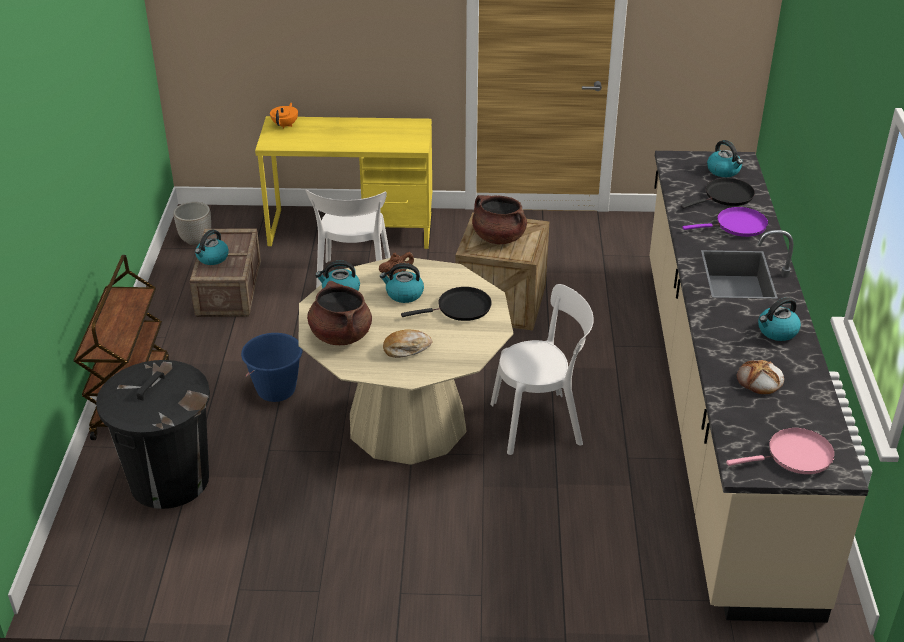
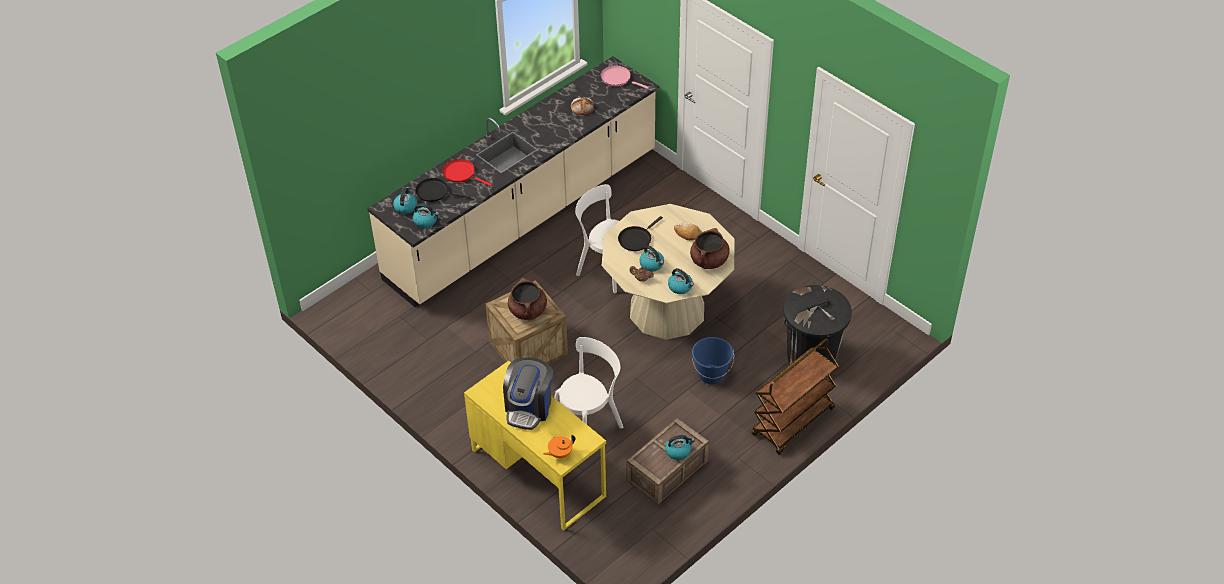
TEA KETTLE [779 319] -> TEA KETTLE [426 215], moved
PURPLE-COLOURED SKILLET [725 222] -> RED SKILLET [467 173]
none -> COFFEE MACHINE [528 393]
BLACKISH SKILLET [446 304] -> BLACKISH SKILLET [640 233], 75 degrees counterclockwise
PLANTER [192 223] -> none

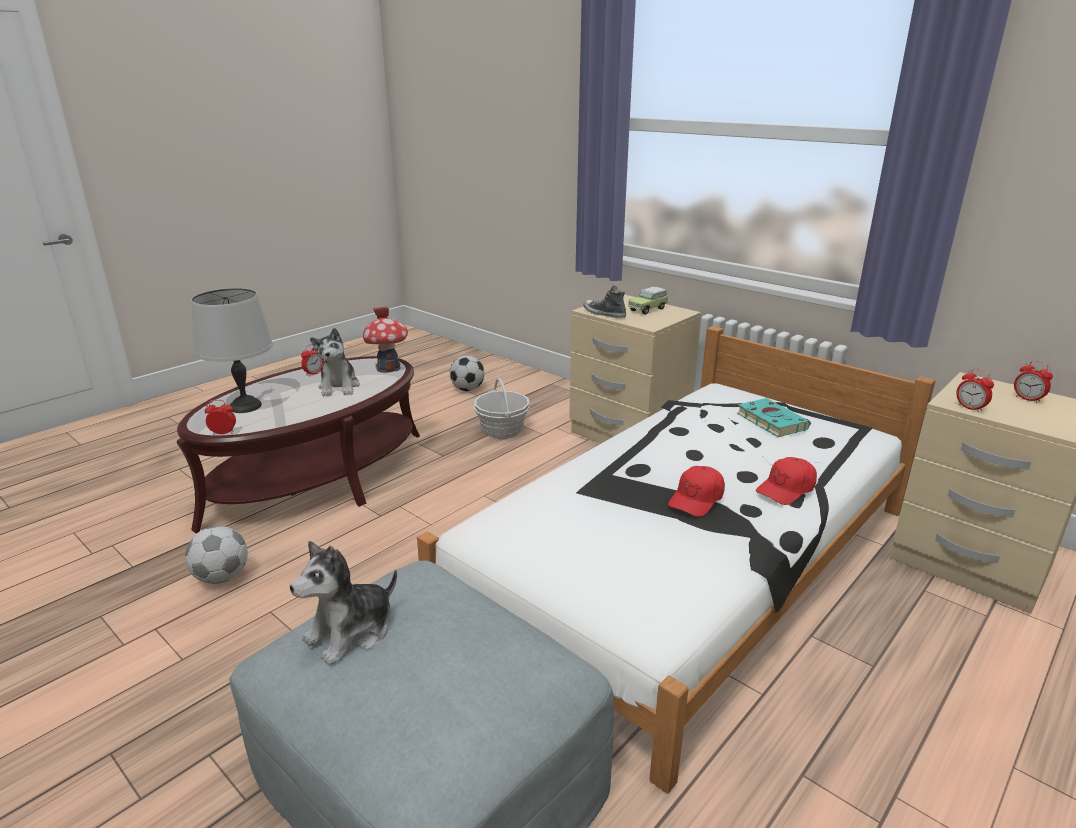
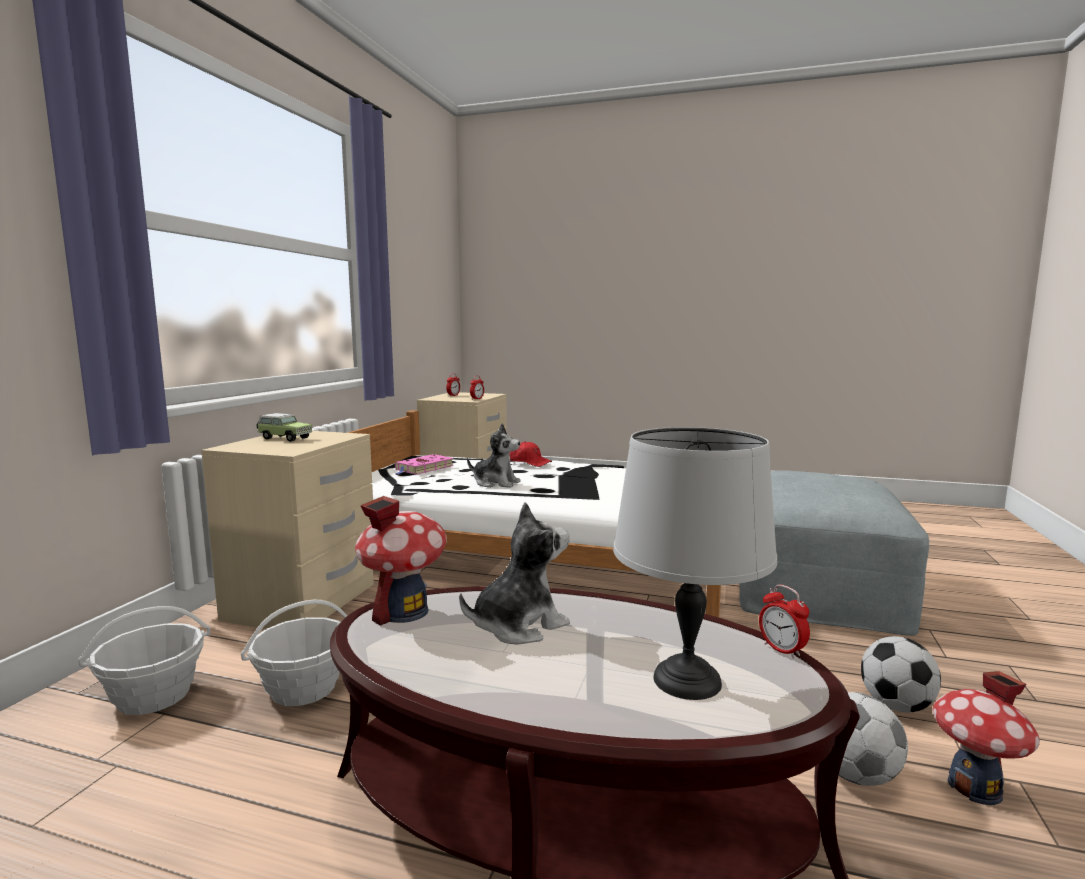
none -> BASKET [144 660]
TURQUOISE BOOK [773 417] -> PINKISH BOOK [424 464]
CUDDLY TOY [343 603] -> CUDDLY TOY [494 455], moved
BALL FOR FOOTBALL [467 373] -> BALL FOR FOOTBALL [901 674], moved
none -> TOY HOUSE [986 738]
ALARM CLOCK [312 360] -> none
SHOE [605 302] -> none
RED PEAKED CAP [696 491] -> none

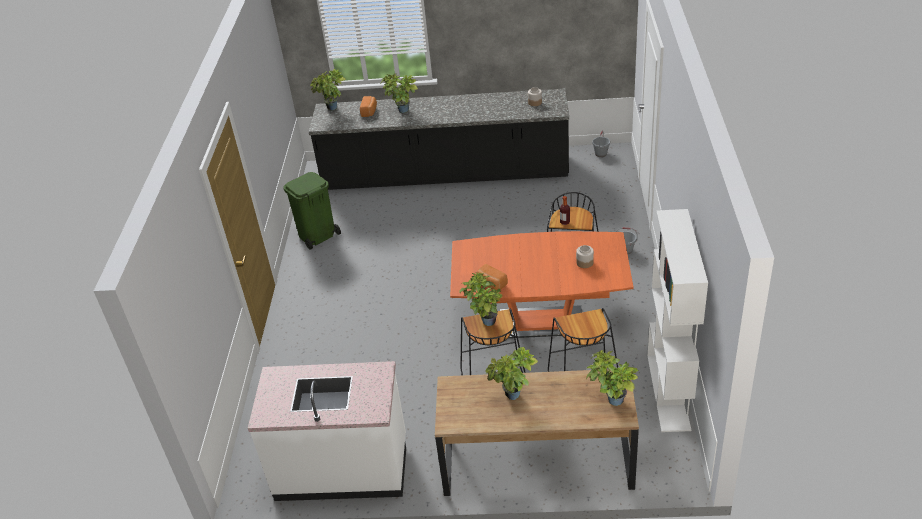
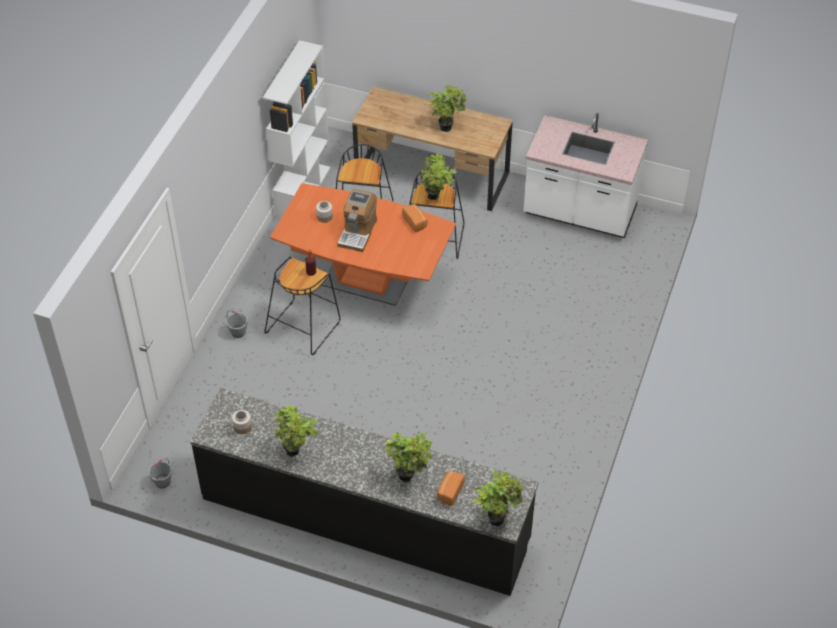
HOUSEPLANT [612 378] -> HOUSEPLANT [295 431], moved
none -> COFFEE MACHINE [357 220]
GREEN WASTE BIN [312 211] -> none

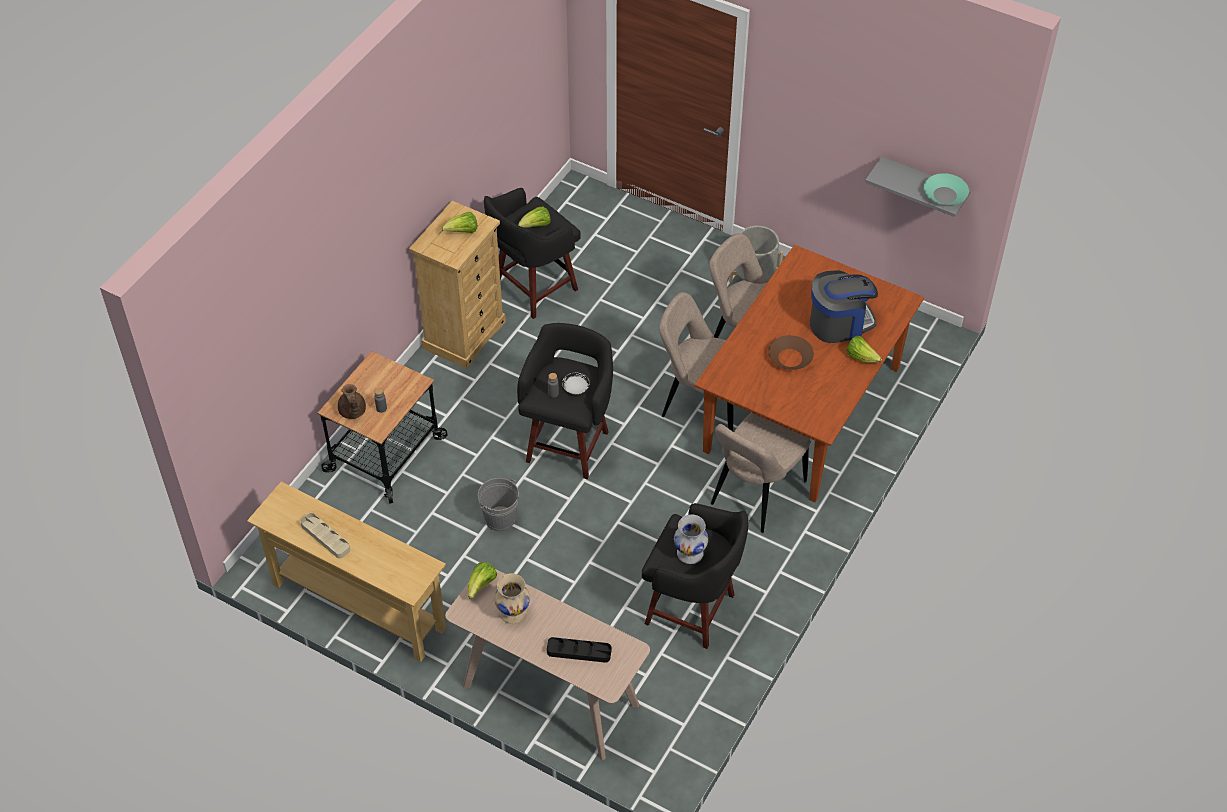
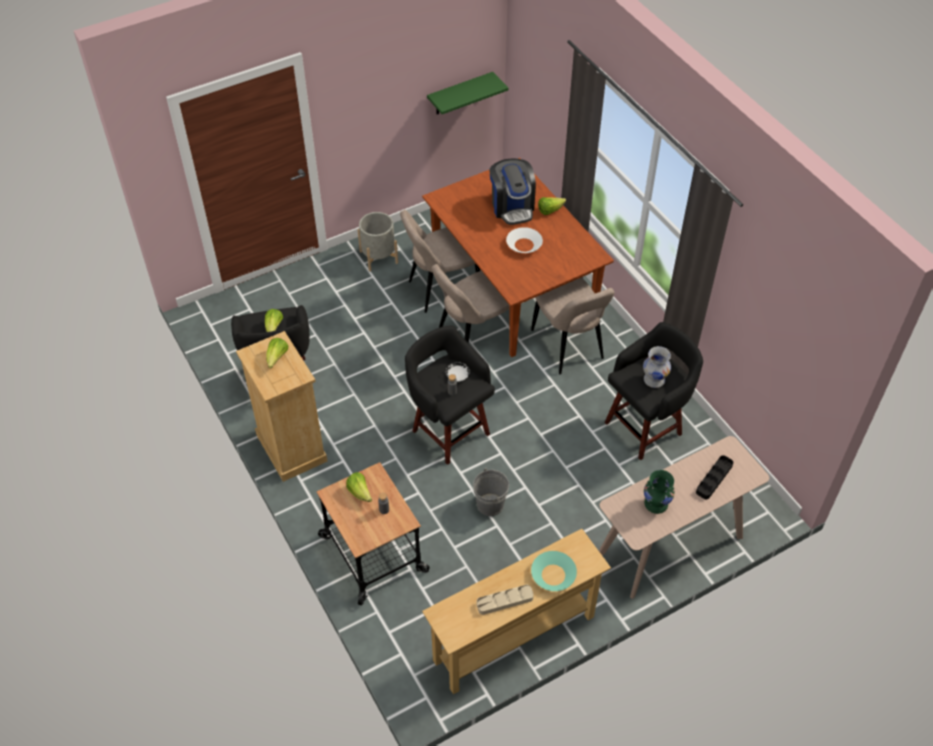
LETTUCE HEAD [482 580] -> LETTUCE HEAD [359 487], moved
GREYISH WALL SHELF [918 187] -> GREEN WALL SHELF [467 93]
COFFEE MACHINE [844 307] -> COFFEE MACHINE [512 191], 150 degrees clockwise
BROWNISH BOWL [791 352] -> WHITE BOWL [524 240]
TURQUOISE BOWL [946 189] -> TURQUOISE BOWL [554 571], moved
SAND-COLOURED VASE [512 598] -> GREEN VASE [659 492]
BROWNISH TEA POT [352 401] -> none

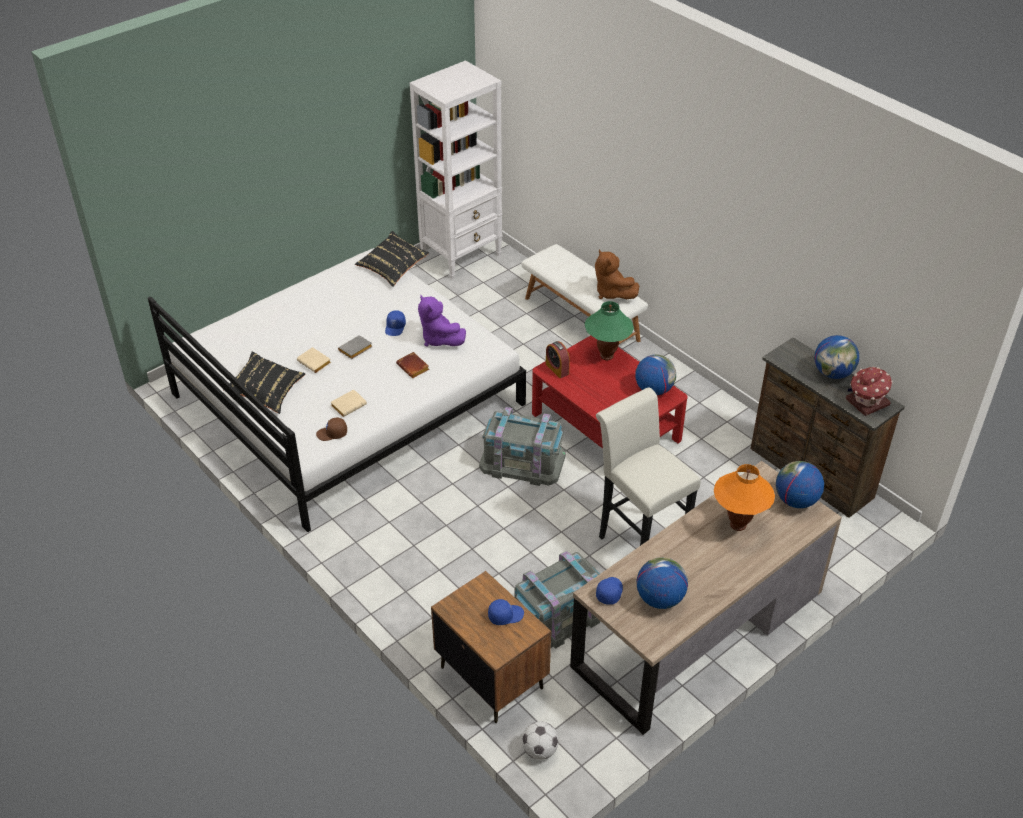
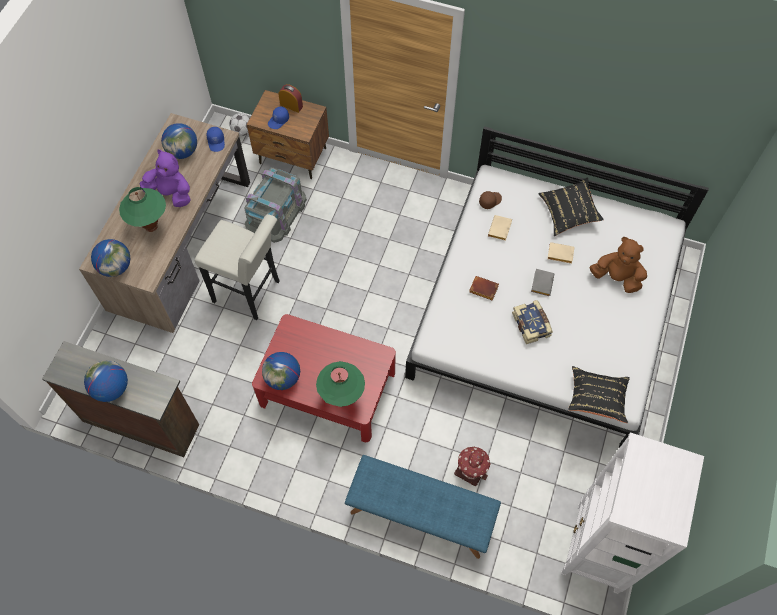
ORANGE LAMP FOR A TABLE [744 497] -> GREEN LAMP FOR A TABLE [142 209]
PURPLE-COLOURED CUDDLY TOY [442 321] -> PURPLE-COLOURED CUDDLY TOY [165 178], moved
ALARM CLOCK [558 359] -> ALARM CLOCK [291 98], moved
WHITE INDOOR BENCH [585 294] -> BLUE-COLOURED INDOOR BENCH [423 507]
TOY HOUSE [869 391] -> TOY HOUSE [472 466], moved
BLUE-COLOURED PEAKED CAP [395 323] -> BOOK [532 322]
BROWNISH CUDDLY TOY [617 274] -> BROWNISH CUDDLY TOY [618 265], moved
GREYISH STORAGE BOX [522 446] -> none

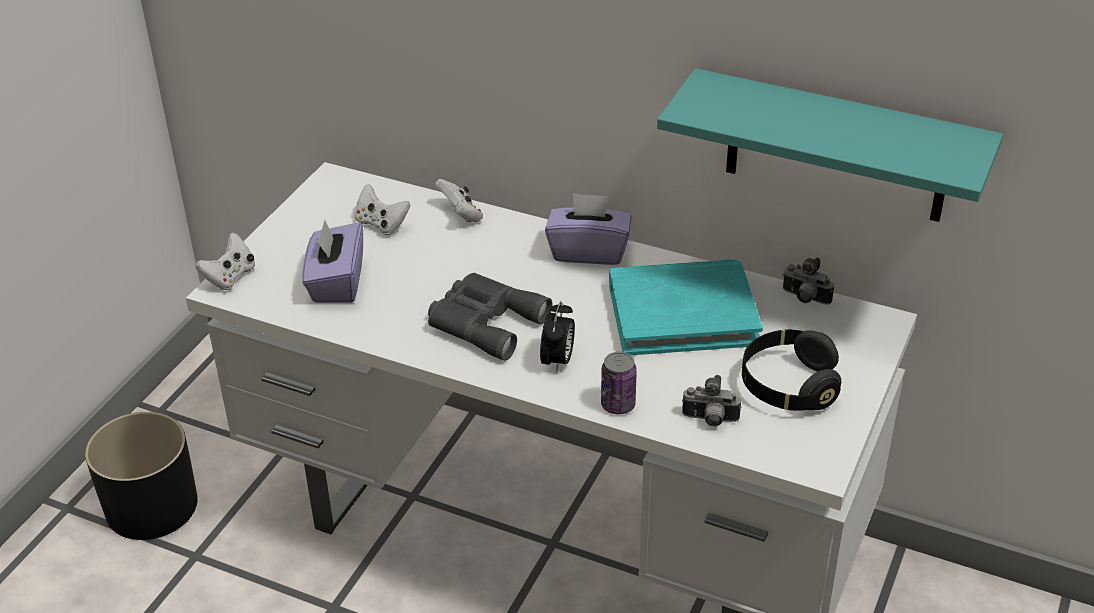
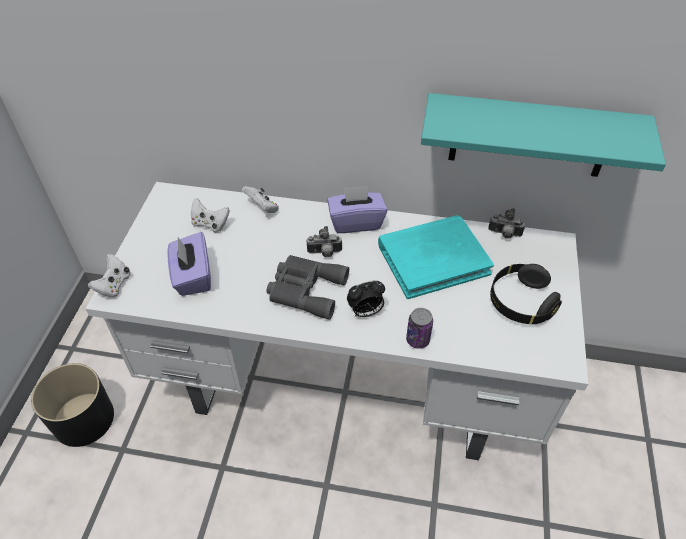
PHOTO CAMERA [711 401] -> PHOTO CAMERA [324 241], moved
ALARM CLOCK [557 337] -> ALARM CLOCK [366 298], 75 degrees clockwise

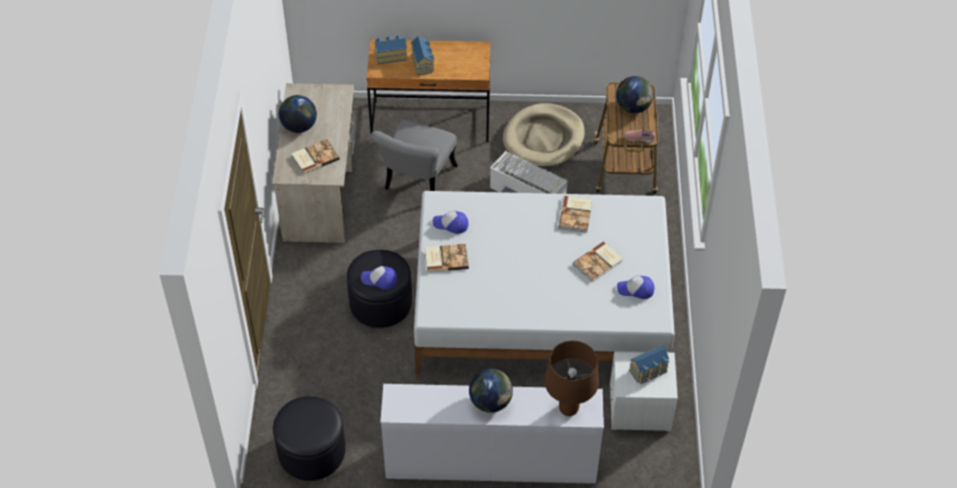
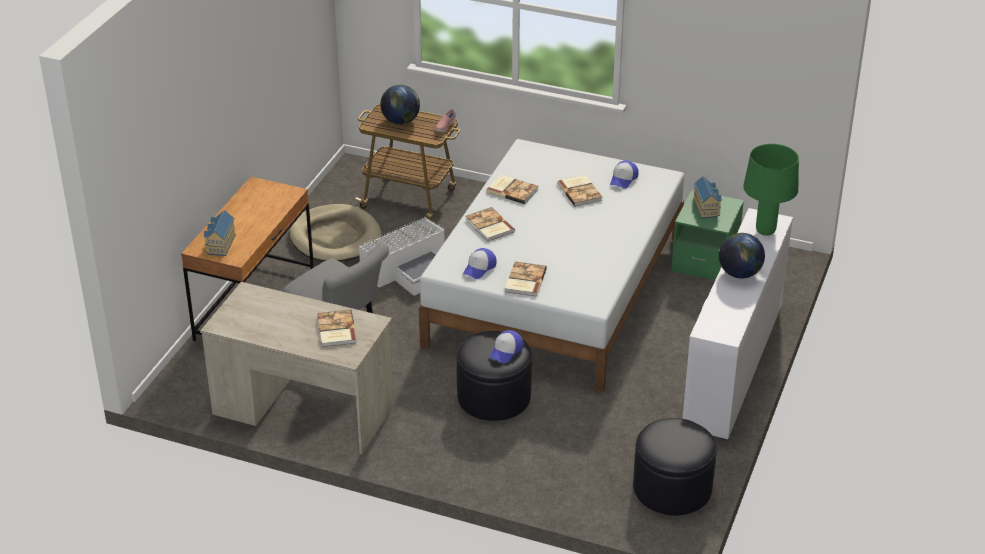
none -> BOOK [490 224]
WHITE BEDSIDE TABLE [644 391] -> GREEN BEDSIDE TABLE [707 235]
BROWNISH LAMP FOR A TABLE [571 378] -> GREEN LAMP FOR A TABLE [771 190]
DESK GLOBE [298 114] -> none
TOY HOUSE [422 55] -> none

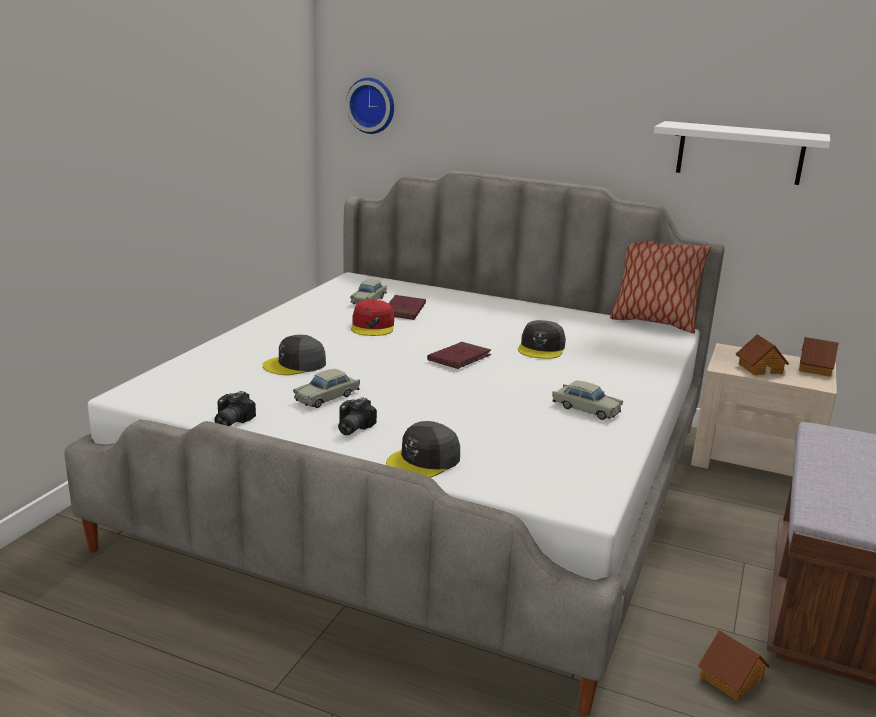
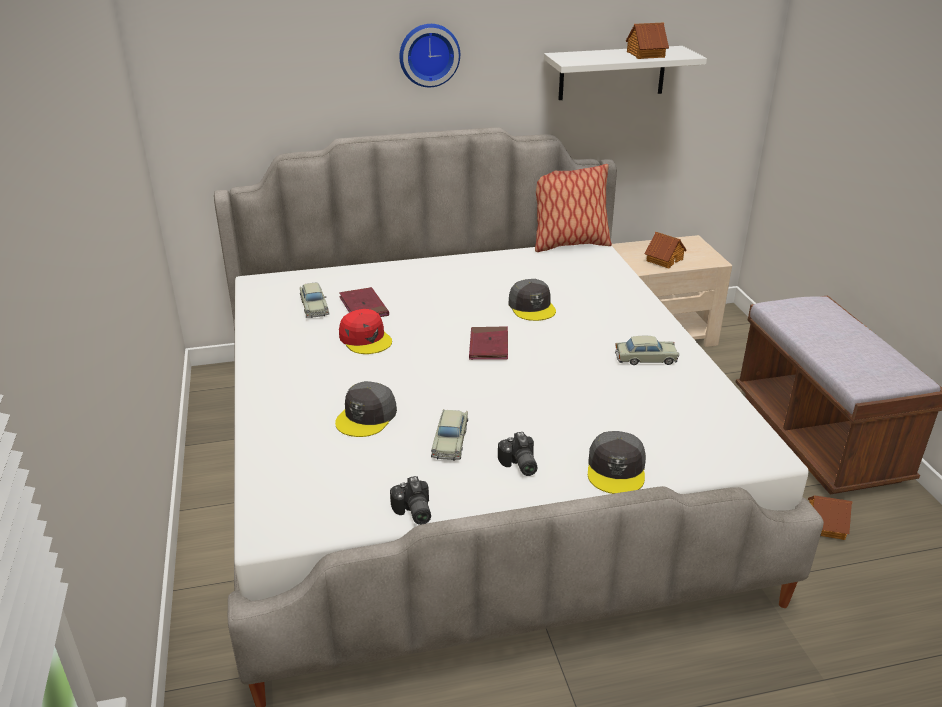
CLOCK ON THE WALL [370 106] -> CLOCK ON THE WALL [429 55], moved
TOY HOUSE [819 357] -> TOY HOUSE [647 41], moved

